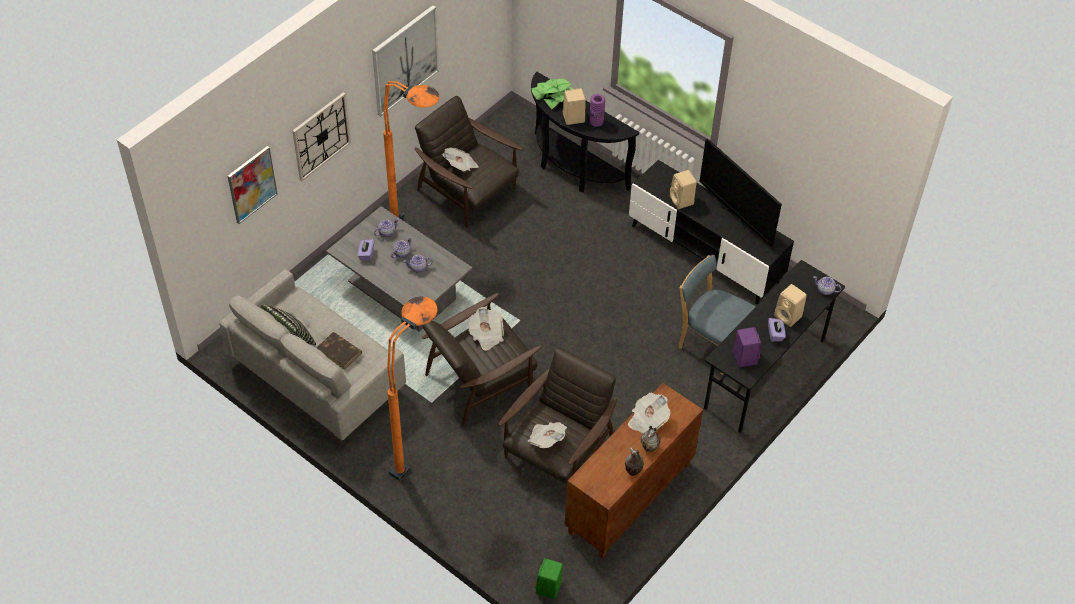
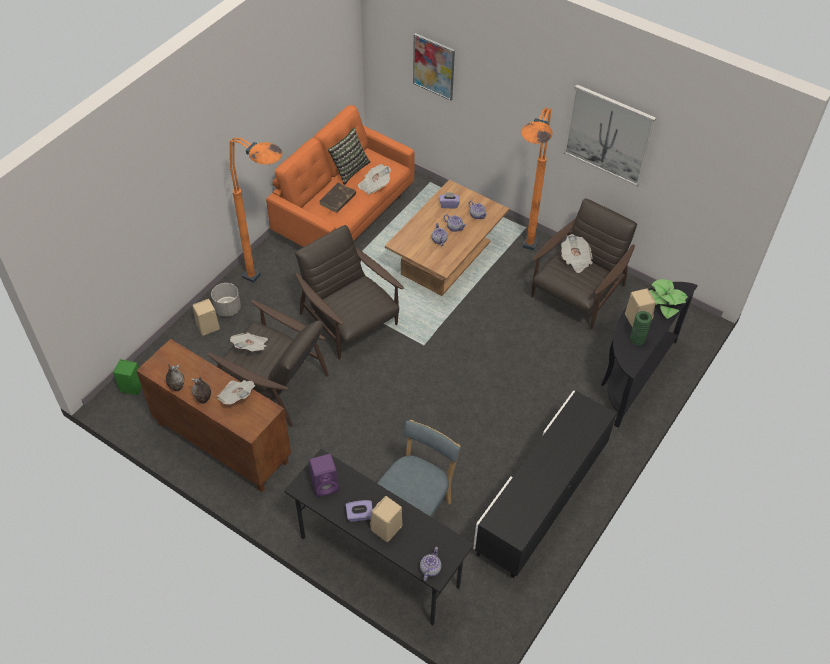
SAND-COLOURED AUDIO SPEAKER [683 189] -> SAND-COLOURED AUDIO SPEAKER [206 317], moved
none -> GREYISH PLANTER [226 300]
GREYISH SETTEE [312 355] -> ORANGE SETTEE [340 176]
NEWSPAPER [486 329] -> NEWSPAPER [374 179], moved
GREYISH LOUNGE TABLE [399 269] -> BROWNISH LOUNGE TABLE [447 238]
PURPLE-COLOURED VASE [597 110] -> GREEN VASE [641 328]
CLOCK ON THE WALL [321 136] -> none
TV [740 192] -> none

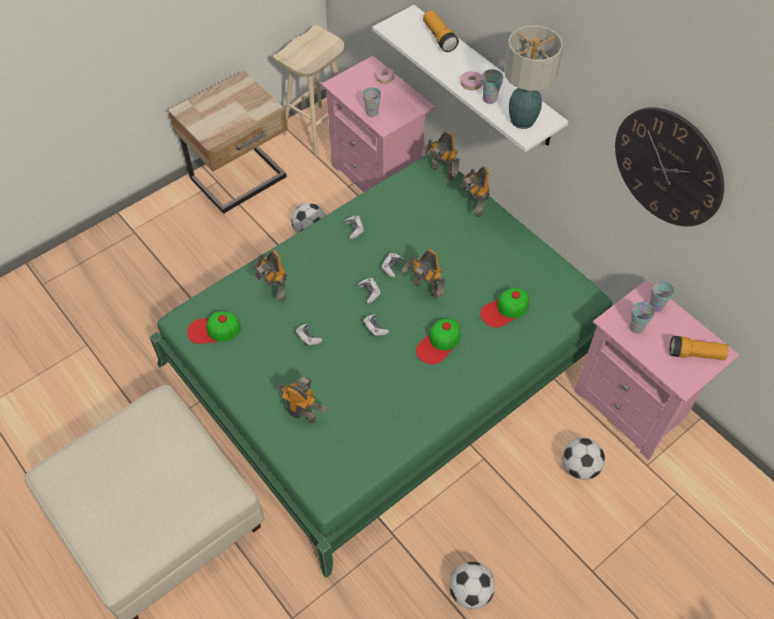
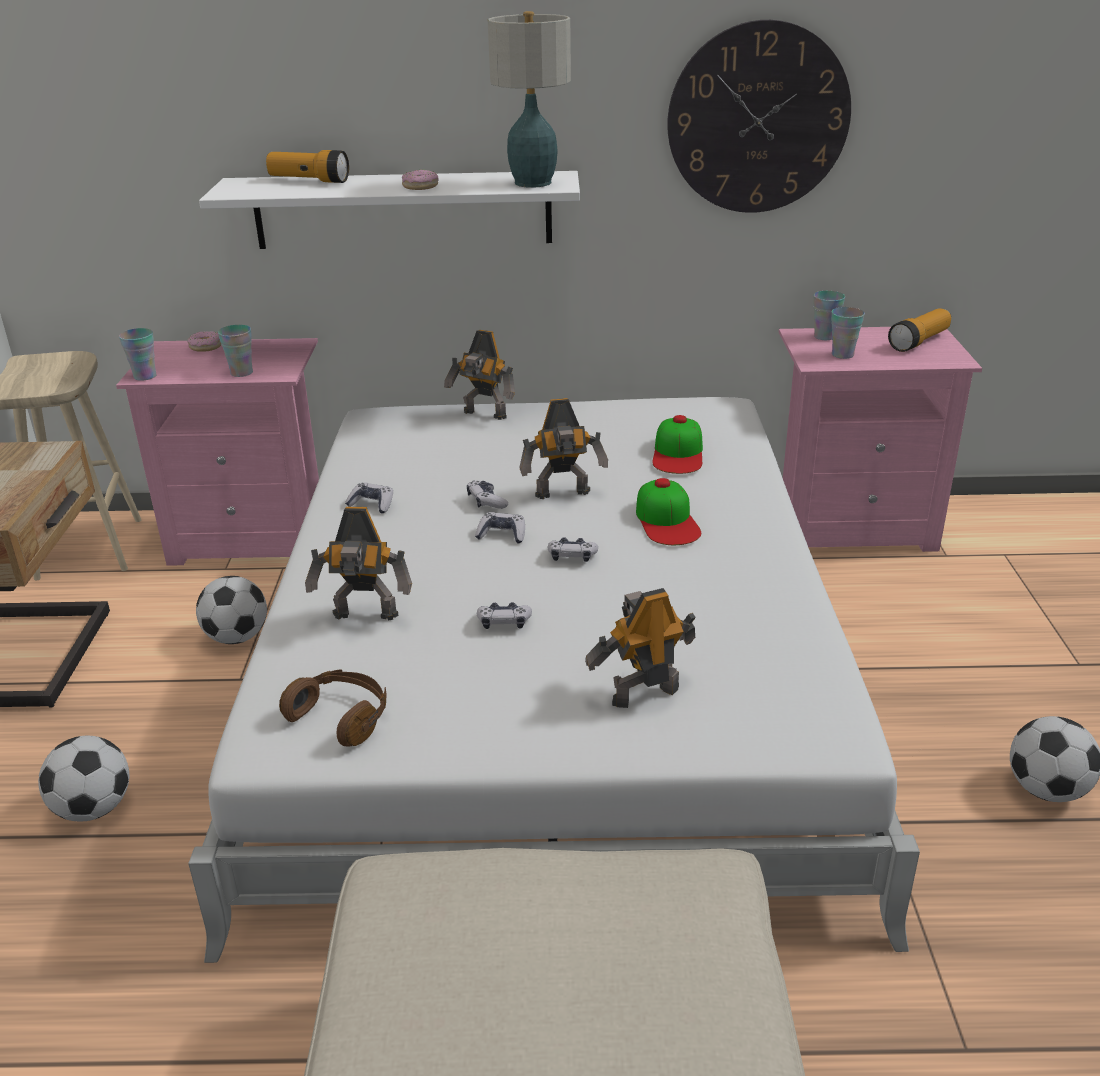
BALL FOR FOOTBALL [583 458] -> BALL FOR FOOTBALL [83 778], moved
SMALL CUP [492 86] -> SMALL CUP [138 354], moved
GREEN SLEEPING BED [380 365] -> WHITE SLEEPING BED [554 680]
PEAKED CAP [214 327] -> BROWNISH HEADPHONES [333 708]
ROBOT FIGURE [440 155] -> none

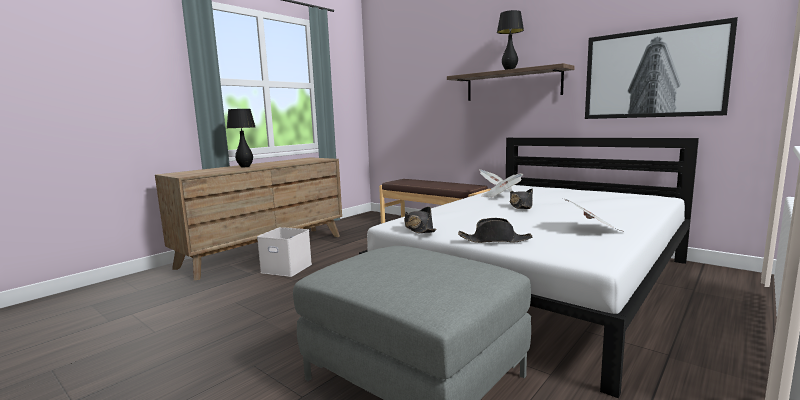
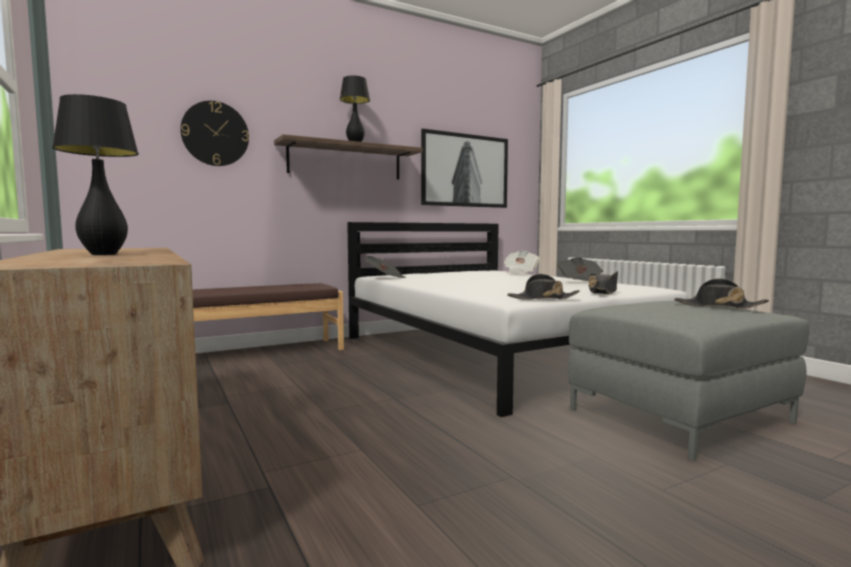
none -> CLOCK ON THE WALL [214 133]
NEWSPAPER [502 185] -> NEWSPAPER [521 262], moved
BLACKISH HAT [521 198] -> BLACKISH HAT [721 294], moved
WHITE STORAGE BOX [284 252] -> none

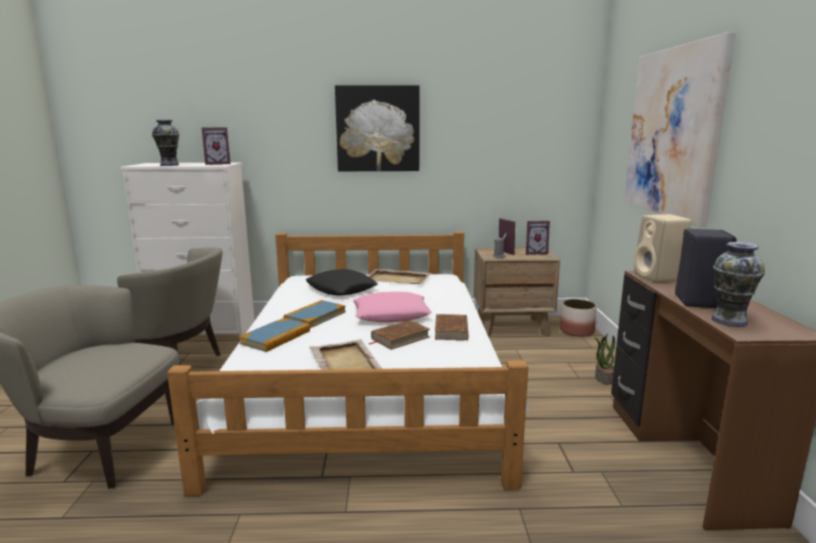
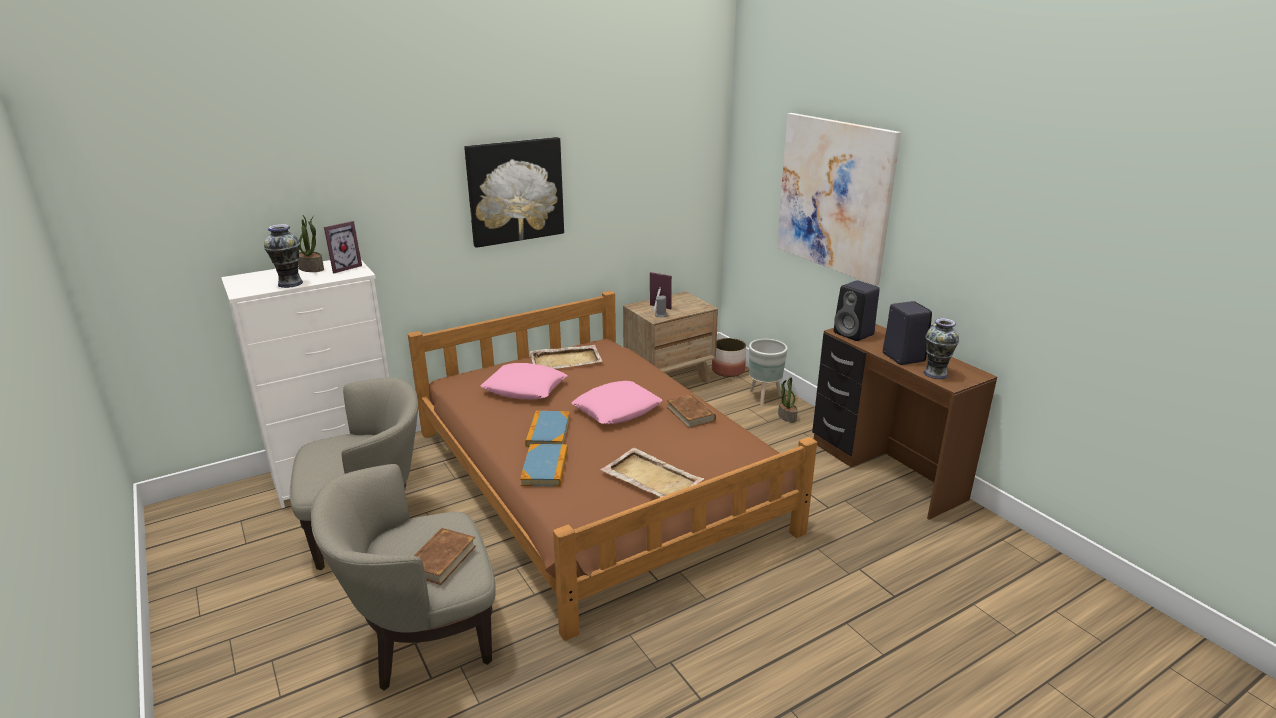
none -> HOUSEPLANT [311 243]
WHITE SLEEPING BED [349 363] -> BROWNISH SLEEPING BED [612 466]
BROWNISH BOOK [399 335] -> BROWNISH BOOK [445 556], moved
BLACKISH PILLOW [342 282] -> PINKISH PILLOW [524 381]
none -> GREYISH PLANTER [768 372]
SAND-COLOURED AUDIO SPEAKER [662 248] -> BLACKISH AUDIO SPEAKER [857 310]
STANDING FRAME [538 238] -> none

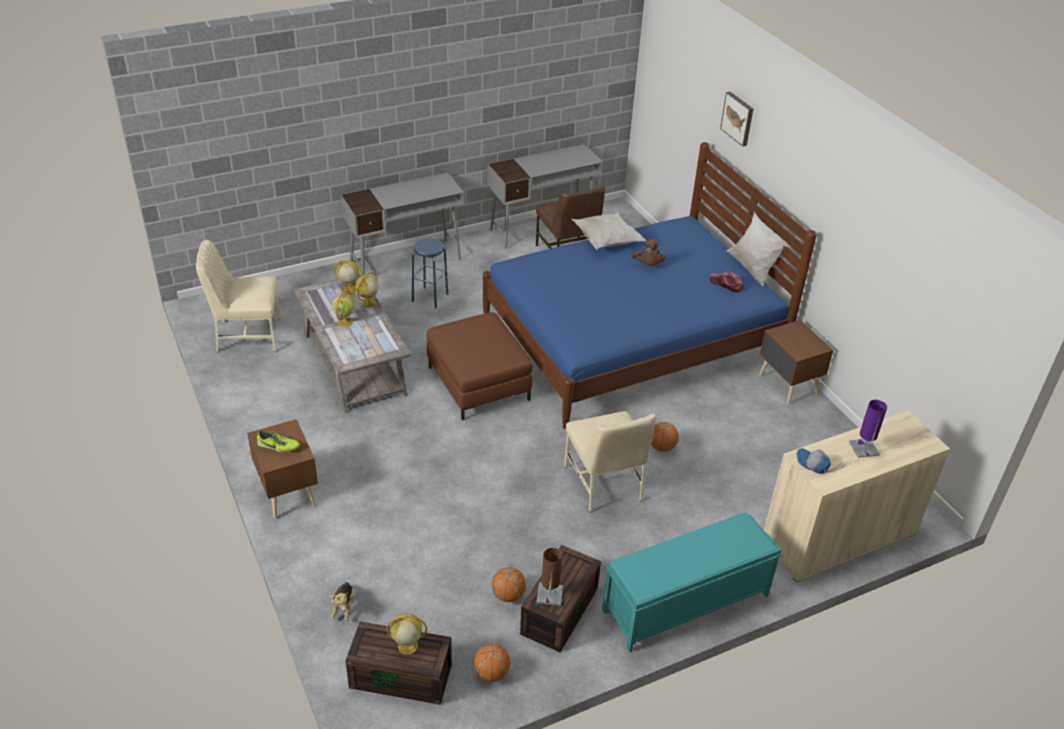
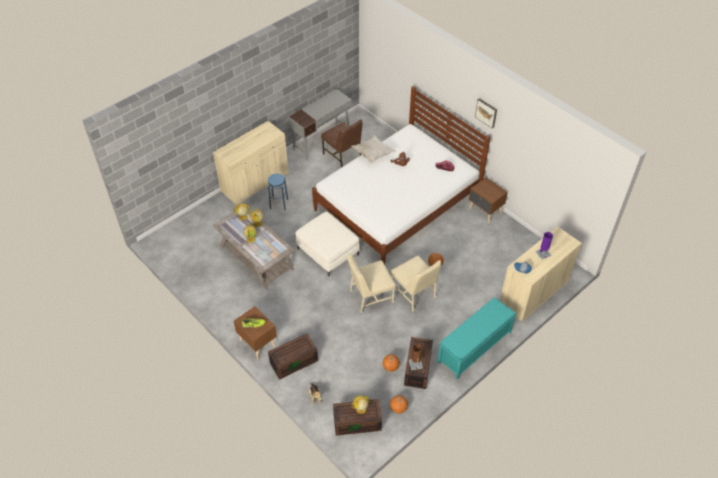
GREYISH DESK [402 224] -> SAND-COLOURED CUPBOARD [251 163]
none -> BROWNISH STORAGE BOX [293 356]
BROWNISH OTTOMAN [479 366] -> WHITE OTTOMAN [328 244]
BLUE-COLOURED SLEEPING BED [650 285] -> WHITE SLEEPING BED [401 175]
SAND-COLOURED CHAIR [238 296] -> SAND-COLOURED CHAIR [371 283], moved
WALL ART [736 119] -> WALL ART [486 113], moved
WHITE PILLOW [758 249] -> none

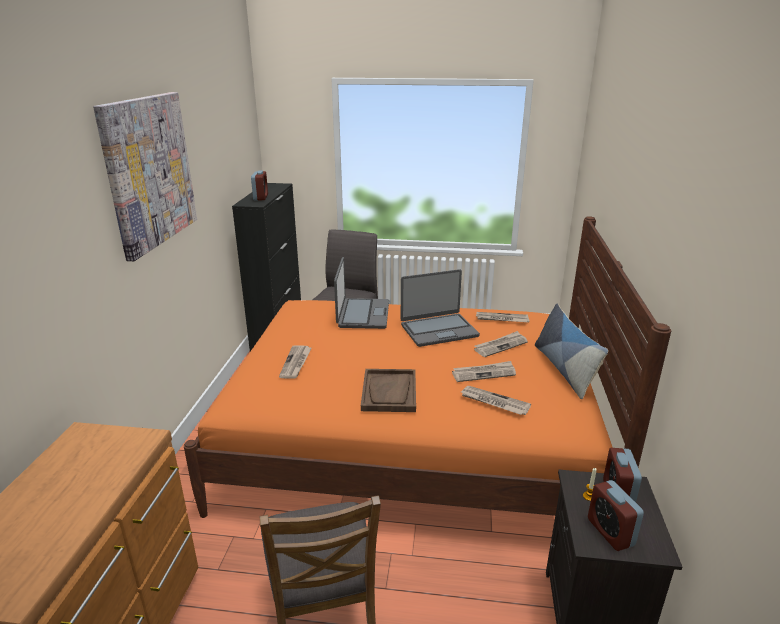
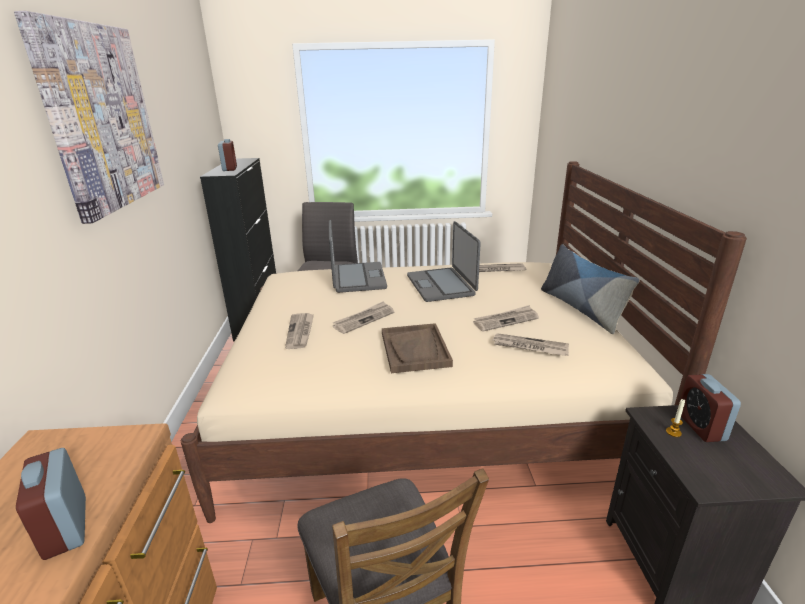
ALARM CLOCK [616 515] -> ALARM CLOCK [51 504], moved
ORANGE SLEEPING BED [427 367] -> SAND-COLOURED SLEEPING BED [464 342]
NEWSPAPER [501 344] -> NEWSPAPER [363 317], moved
PORTABLE COMPUTER [440 308] -> PORTABLE COMPUTER [444 261], 105 degrees clockwise

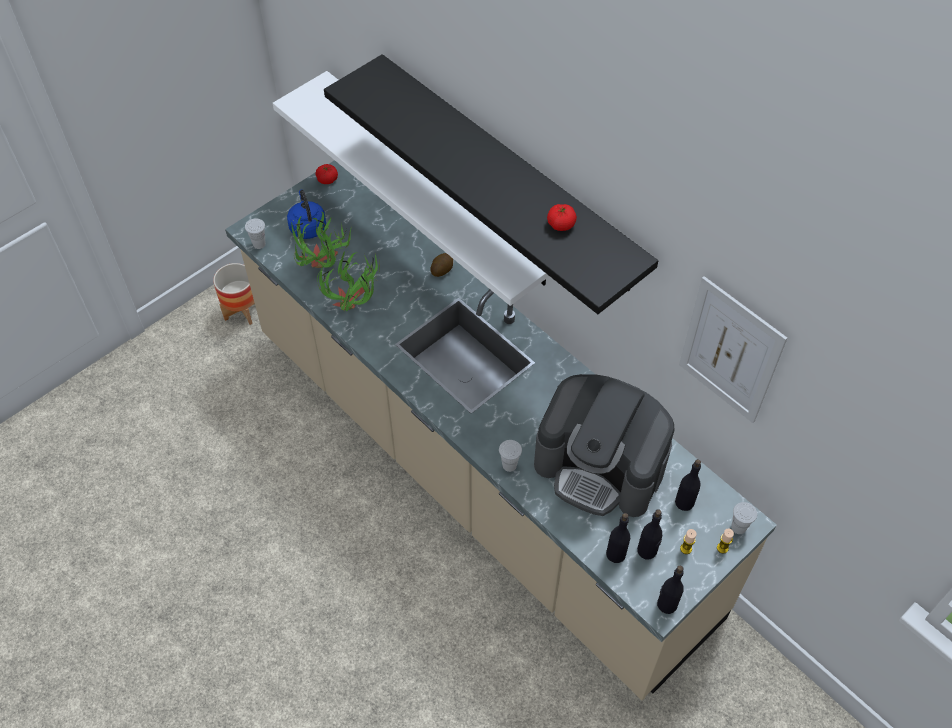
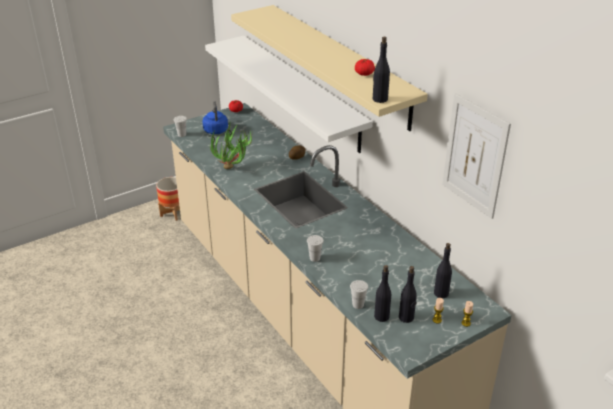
BLACKISH WALL SHELF [491 184] -> SAND-COLOURED WALL SHELF [329 68]
WHITE SMALL CUP [744 518] -> WHITE SMALL CUP [359 294], moved
BLACKISH BOTTLE [670 590] -> BLACKISH BOTTLE [381 70], moved
HOUSEPLANT [321 240] -> none
COFFEE MACHINE [604 445] -> none

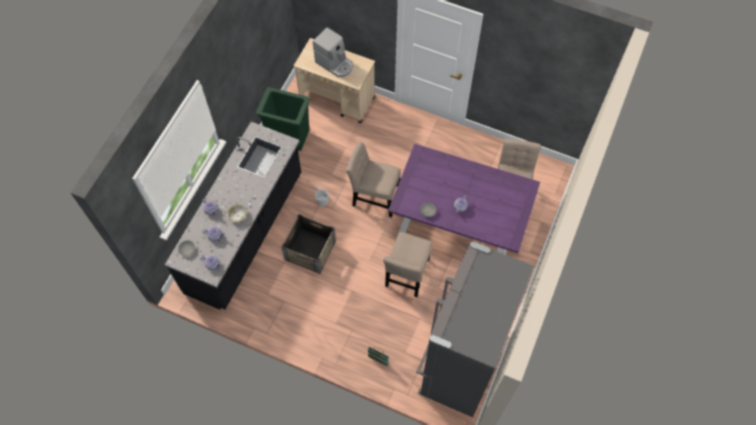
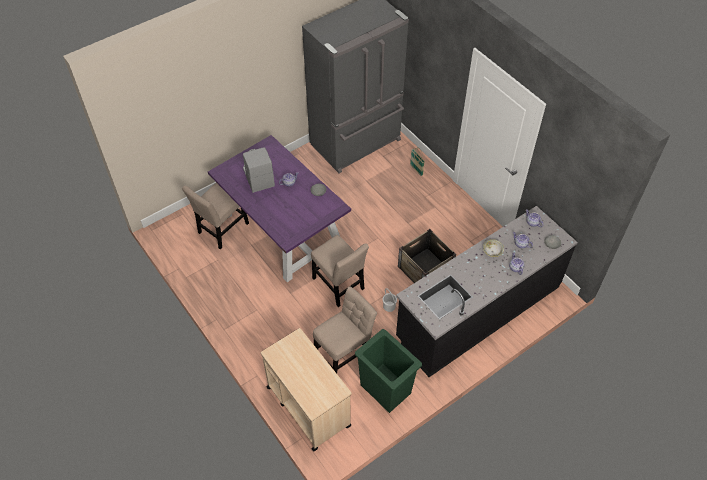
COFFEE MACHINE [333 52] -> COFFEE MACHINE [259 170], moved
SAND-COLOURED CHAIR [407 264] -> SAND-COLOURED CHAIR [345 330], moved

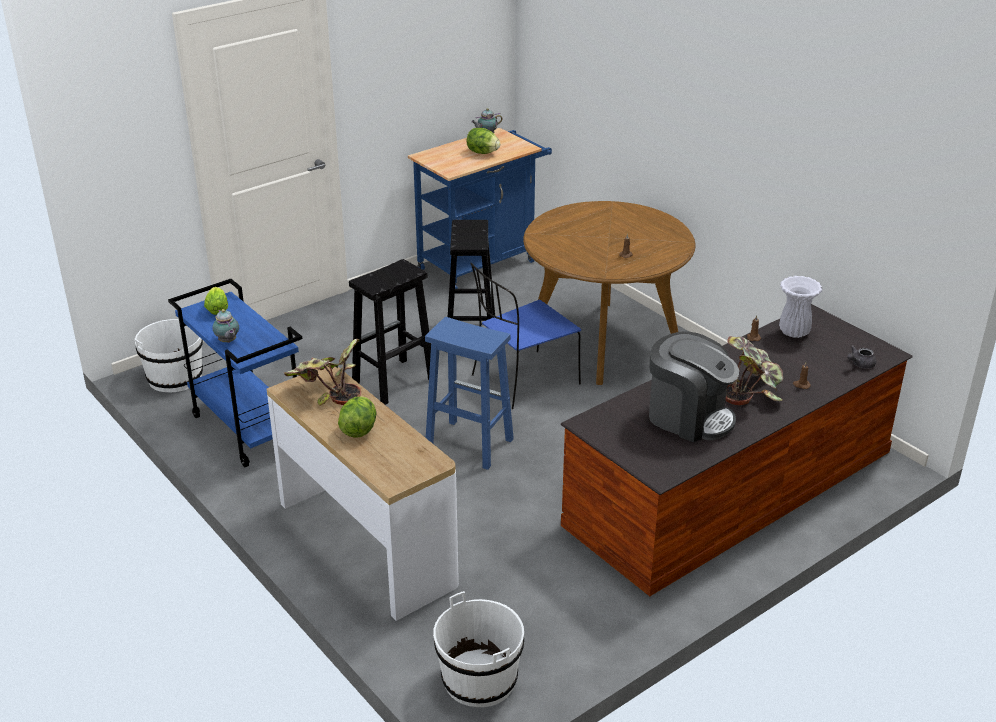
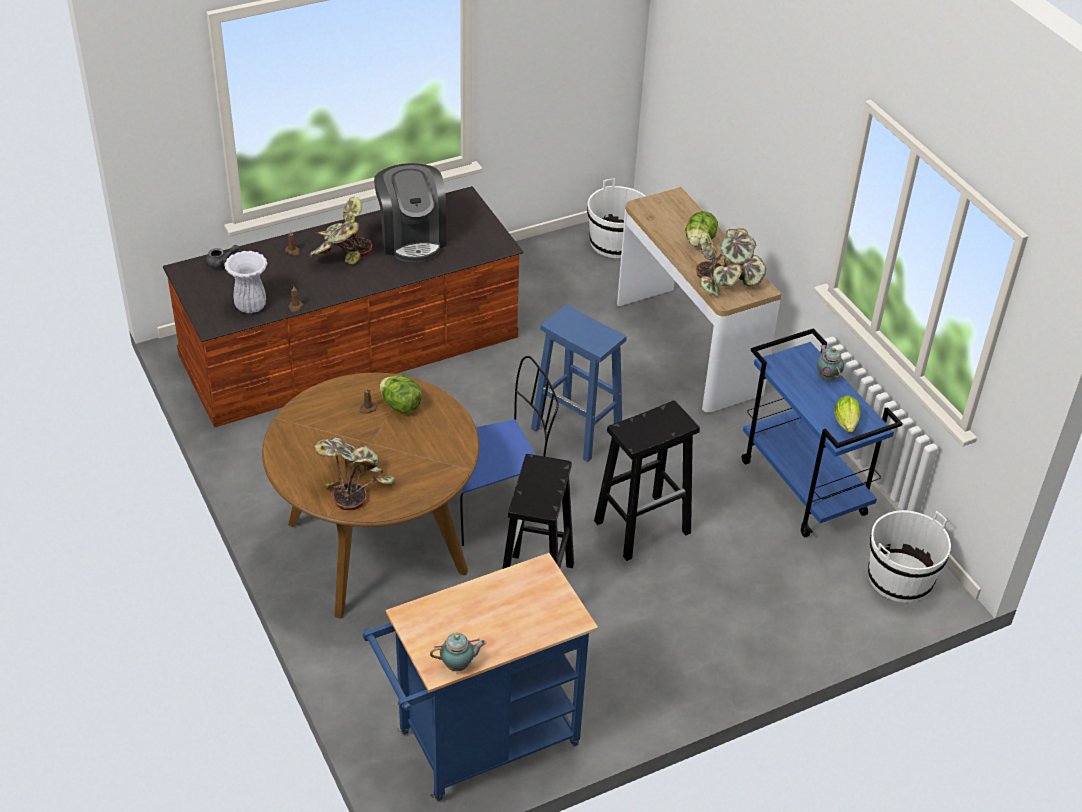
none -> HOUSEPLANT [354 473]
COFFEE MACHINE [694 386] -> COFFEE MACHINE [410 212], 150 degrees counterclockwise
LETTUCE HEAD [483 141] -> LETTUCE HEAD [400 395], moved

